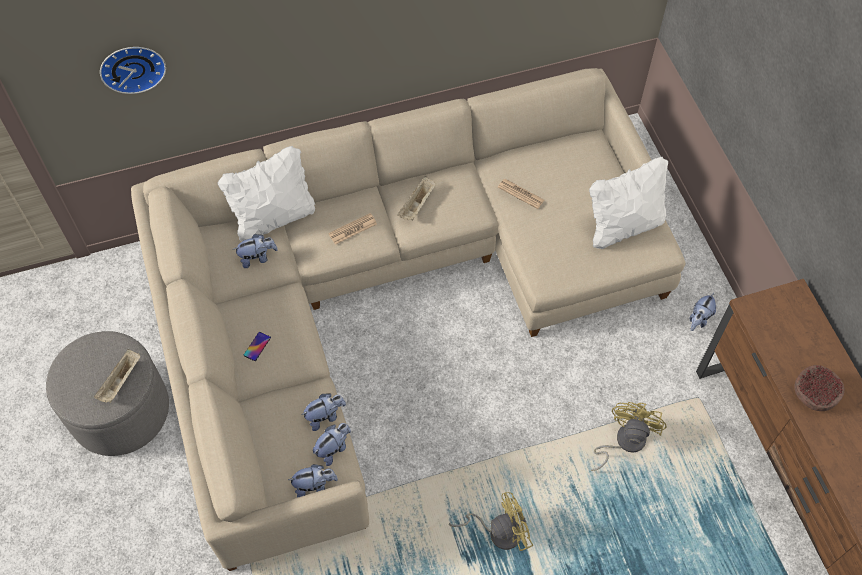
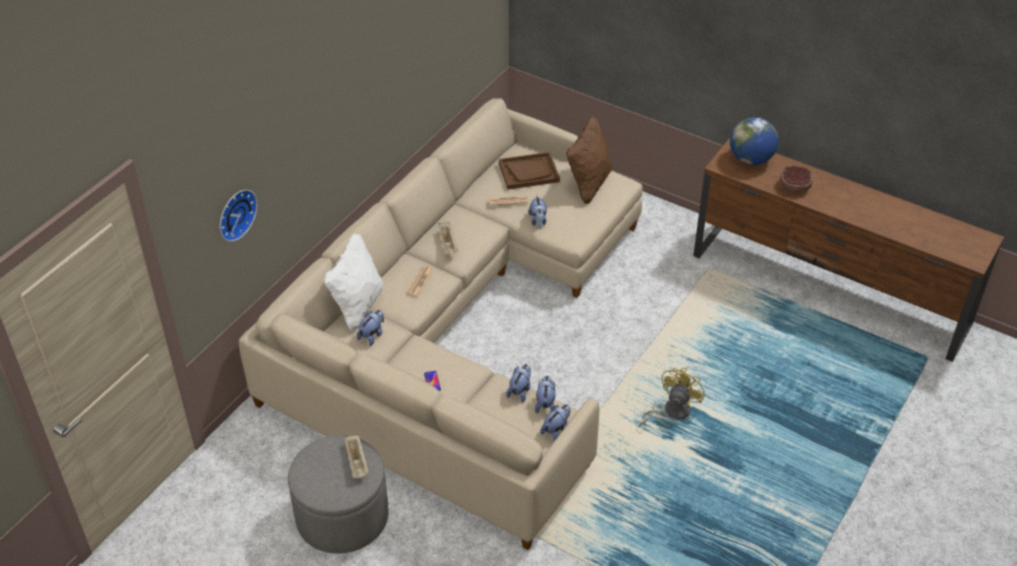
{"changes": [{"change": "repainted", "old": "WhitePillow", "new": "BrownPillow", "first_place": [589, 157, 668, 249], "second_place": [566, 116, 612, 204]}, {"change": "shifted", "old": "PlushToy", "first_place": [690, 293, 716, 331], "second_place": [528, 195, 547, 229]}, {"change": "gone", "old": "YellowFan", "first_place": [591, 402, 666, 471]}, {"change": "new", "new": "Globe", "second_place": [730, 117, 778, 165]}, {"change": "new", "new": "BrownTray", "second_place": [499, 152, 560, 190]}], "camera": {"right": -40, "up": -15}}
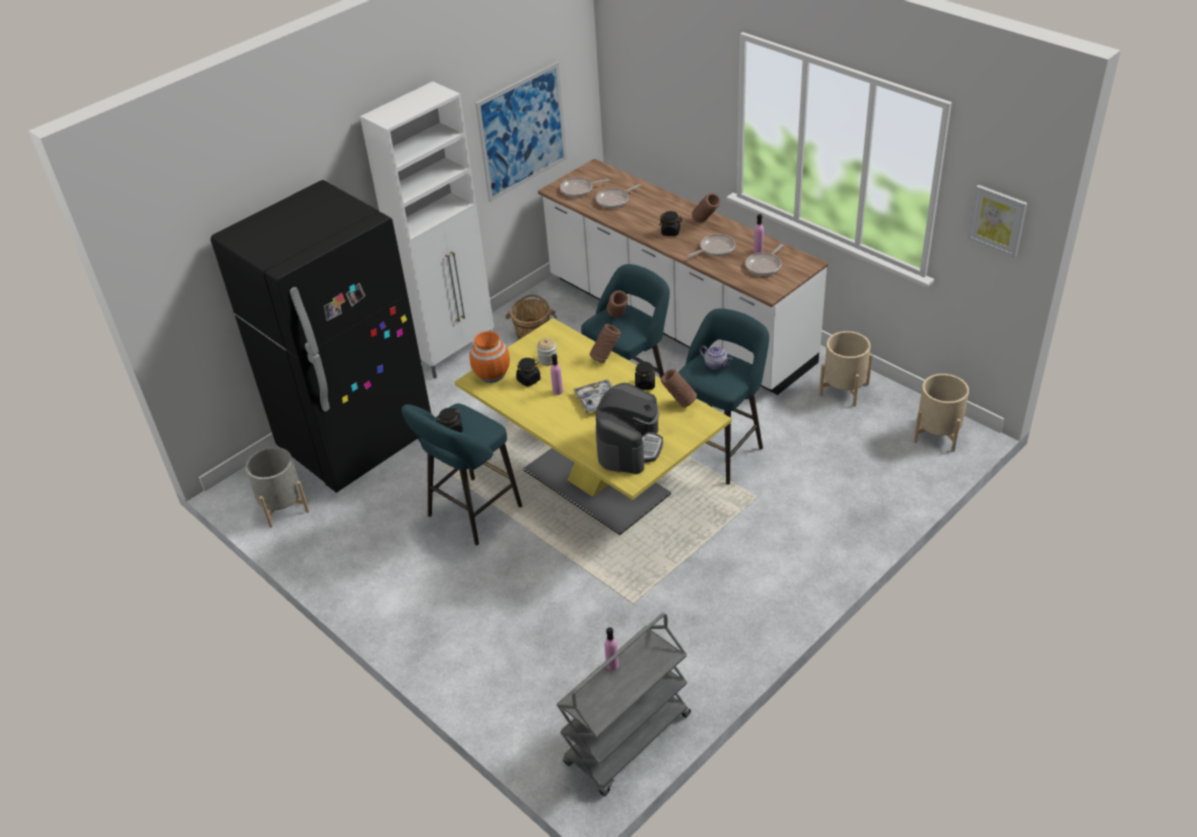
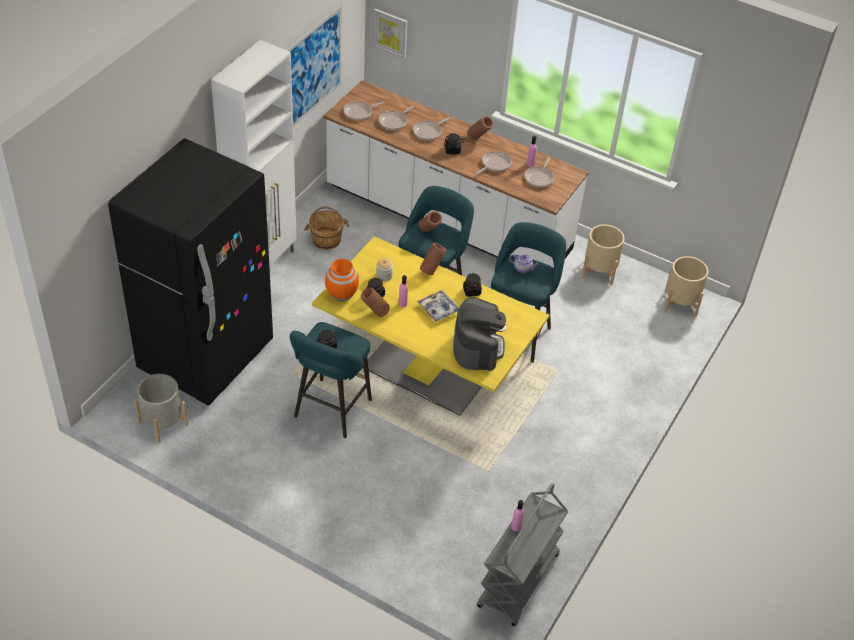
{"changes": [{"change": "shifted", "old": "Picture", "first_place": [968, 185, 1027, 258], "second_place": [373, 9, 408, 59]}, {"change": "shifted", "old": "BrownVase", "first_place": [661, 369, 697, 407], "second_place": [361, 287, 390, 317]}, {"change": "new", "new": "FryingPan", "second_place": [413, 117, 450, 140]}], "camera": {"right": -20, "up": 5}}
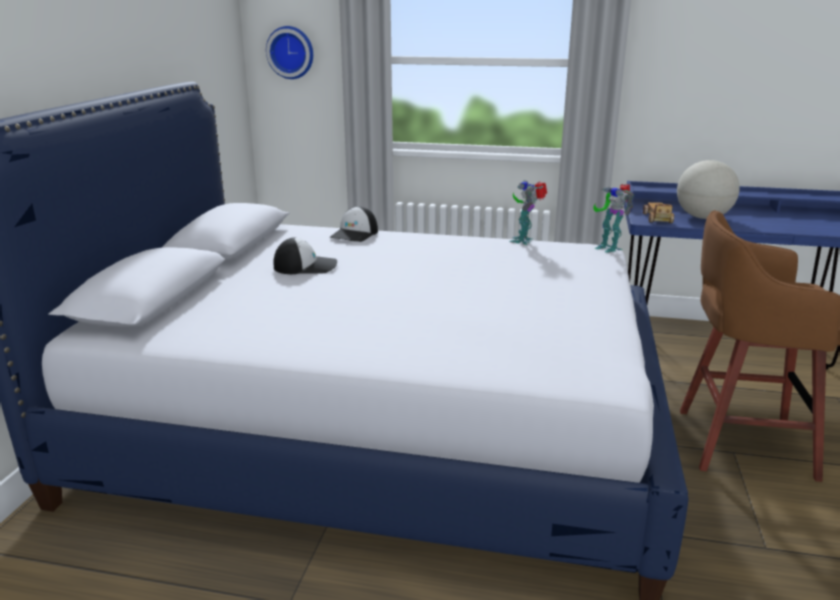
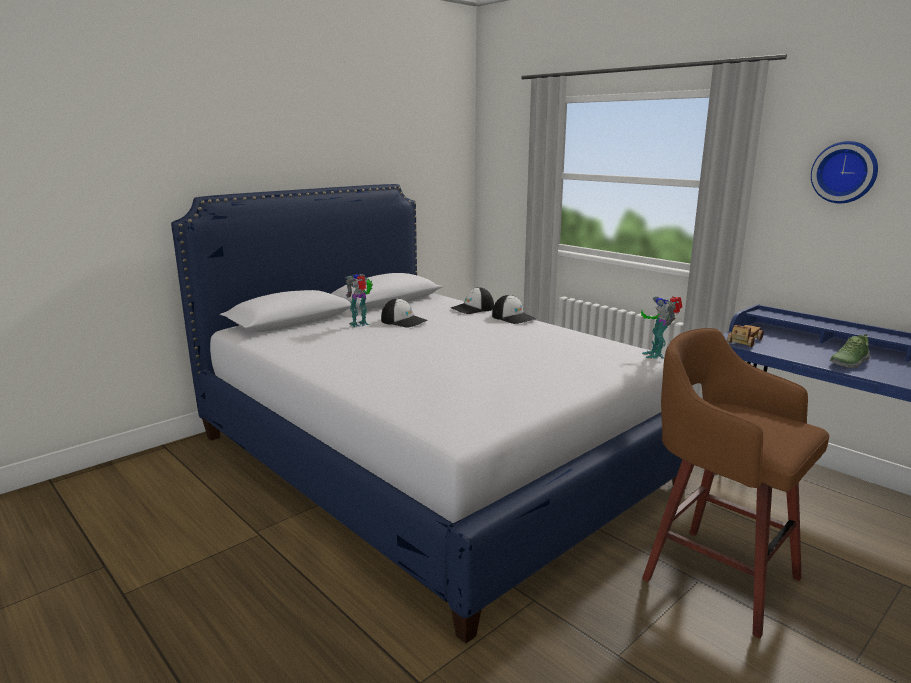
{"changes": [{"change": "shifted", "old": "WallClock", "first_place": [266, 26, 313, 79], "second_place": [811, 141, 878, 203]}, {"change": "gone", "old": "Globe", "first_place": [677, 160, 740, 219]}, {"change": "shifted", "old": "ToyRobot", "first_place": [509, 180, 547, 245], "second_place": [345, 274, 373, 328]}, {"change": "new", "new": "Cap", "second_place": [492, 295, 537, 324]}, {"change": "new", "new": "Shoe", "second_place": [830, 334, 870, 368]}], "camera": {"right": 35, "up": -5}}
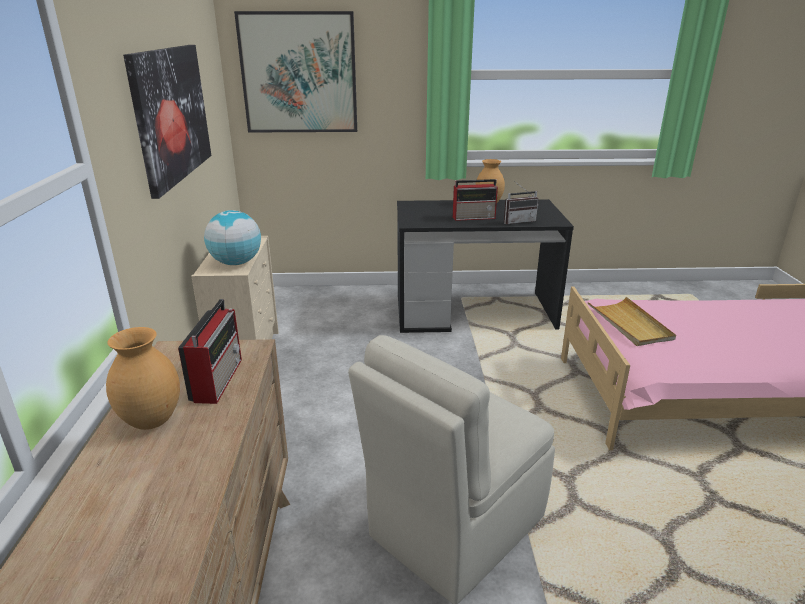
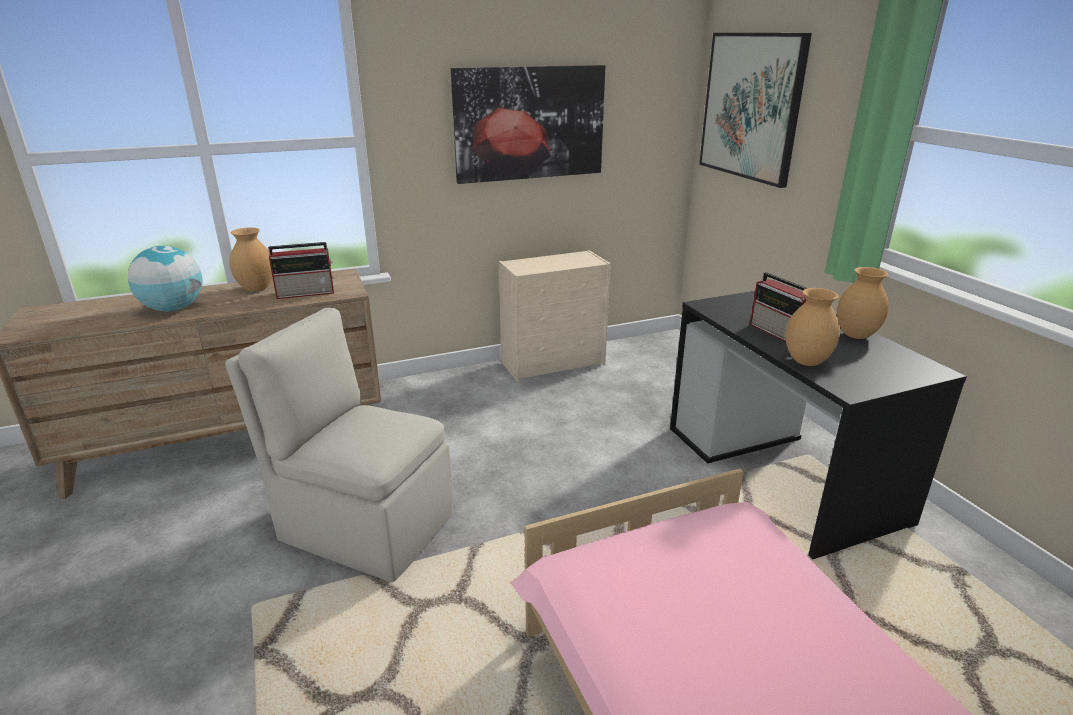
{"changes": [{"change": "swapped", "old": "Radio", "new": "BrownVase", "first_place": [504, 181, 539, 224], "second_place": [786, 288, 840, 366]}, {"change": "shifted", "old": "Globe", "first_place": [204, 210, 261, 265], "second_place": [128, 246, 203, 312]}, {"change": "gone", "old": "BeigeTray", "first_place": [588, 297, 676, 346]}], "camera": {"right": 70, "up": 0}}
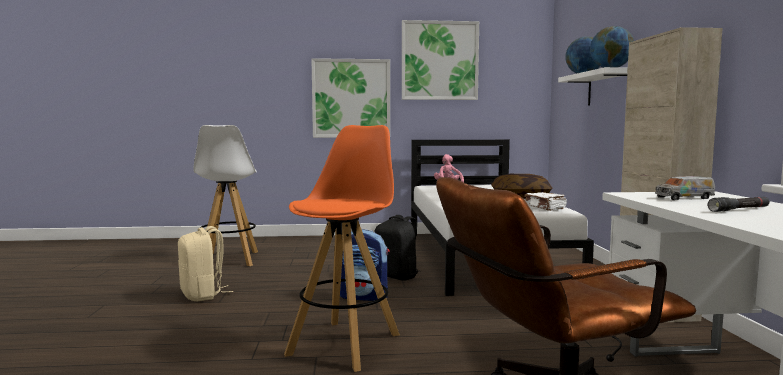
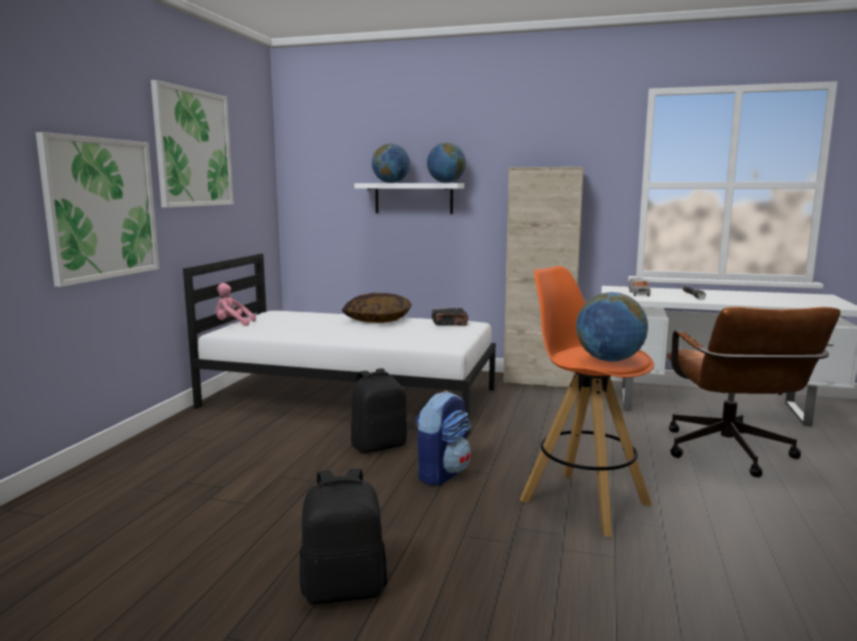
{"changes": [{"change": "gone", "old": "WhiteStool", "first_place": [193, 125, 258, 266]}, {"change": "repainted", "old": "WhiteBook", "new": "BlackBook", "first_place": [524, 192, 567, 211], "second_place": [432, 308, 468, 325]}, {"change": "repainted", "old": "BeigeBackpack", "new": "BlackBackpack", "first_place": [178, 226, 233, 301], "second_place": [300, 469, 388, 604]}, {"change": "new", "new": "Globe", "second_place": [576, 292, 648, 361]}], "camera": {"right": -70, "up": 5}}
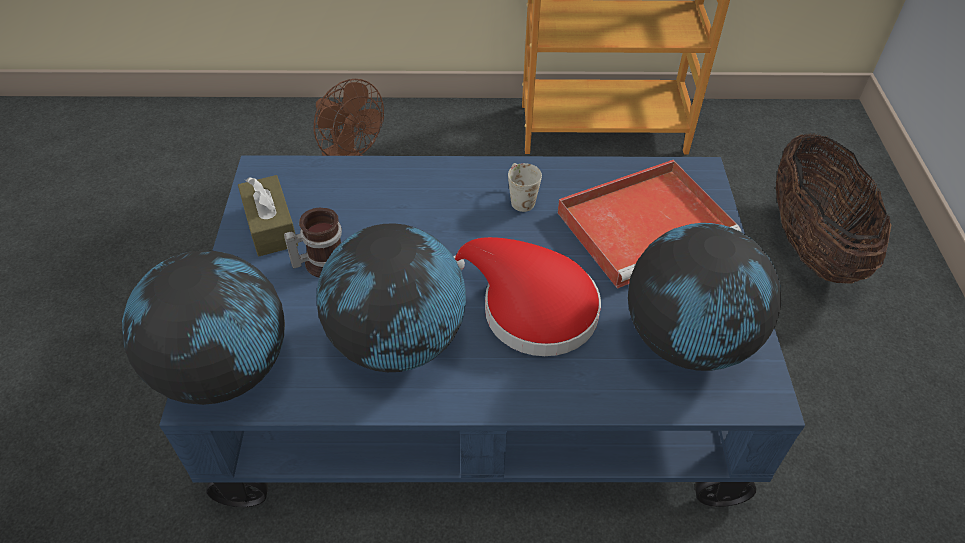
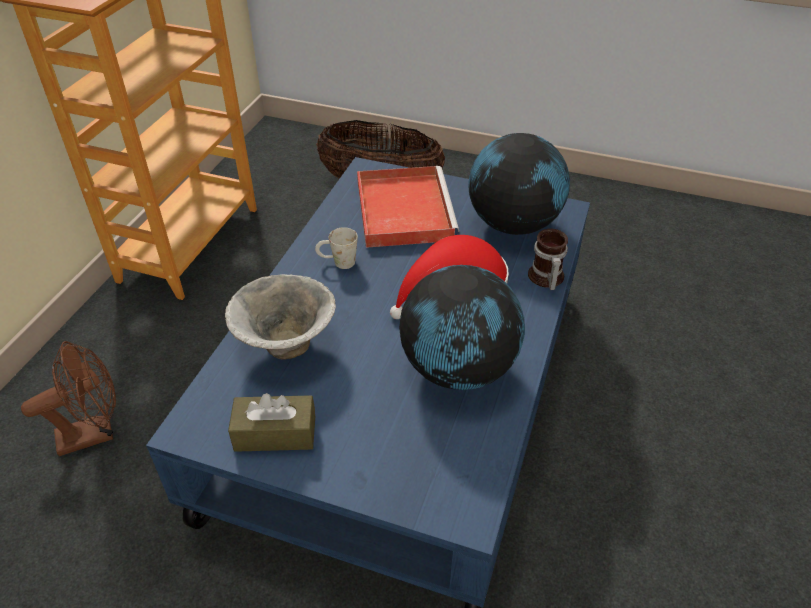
{"changes": [{"change": "shifted", "old": "Mug", "first_place": [284, 208, 342, 278], "second_place": [528, 229, 568, 290]}, {"change": "gone", "old": "Globe", "first_place": [122, 250, 285, 405]}, {"change": "new", "new": "Bowl", "second_place": [225, 274, 336, 360]}], "camera": {"right": -70, "up": -5}}
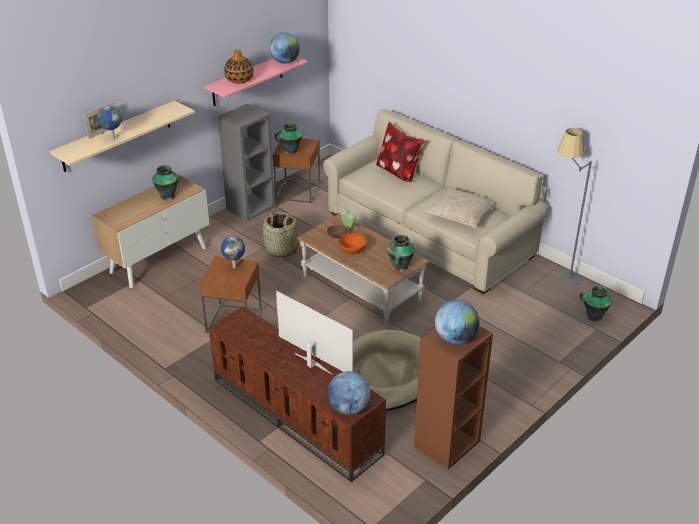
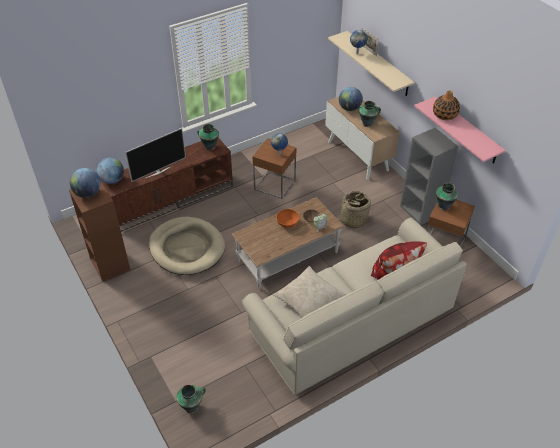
{"changes": [{"change": "shifted", "old": "Globe", "first_place": [269, 32, 300, 64], "second_place": [339, 87, 363, 111]}, {"change": "gone", "old": "GreyFloorLamp", "first_place": [557, 128, 592, 286]}, {"change": "shifted", "old": "Vase", "first_place": [387, 235, 415, 272], "second_place": [197, 124, 219, 150]}], "camera": {"right": 105, "up": 10}}
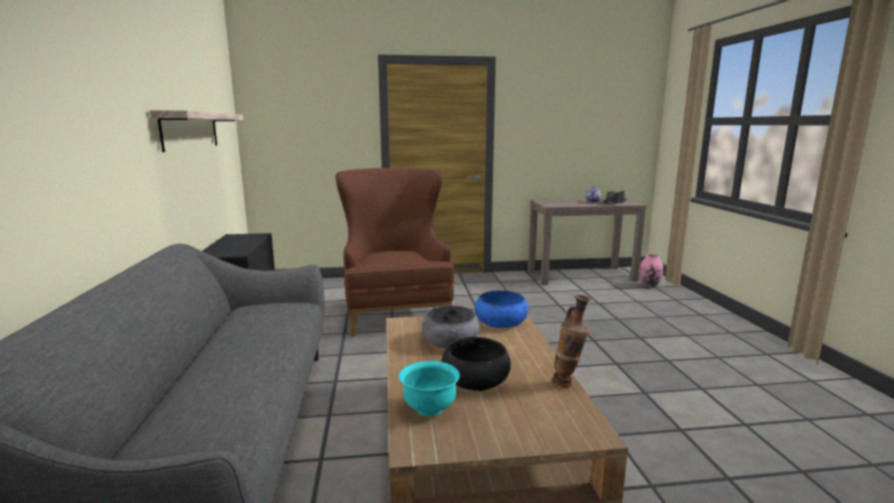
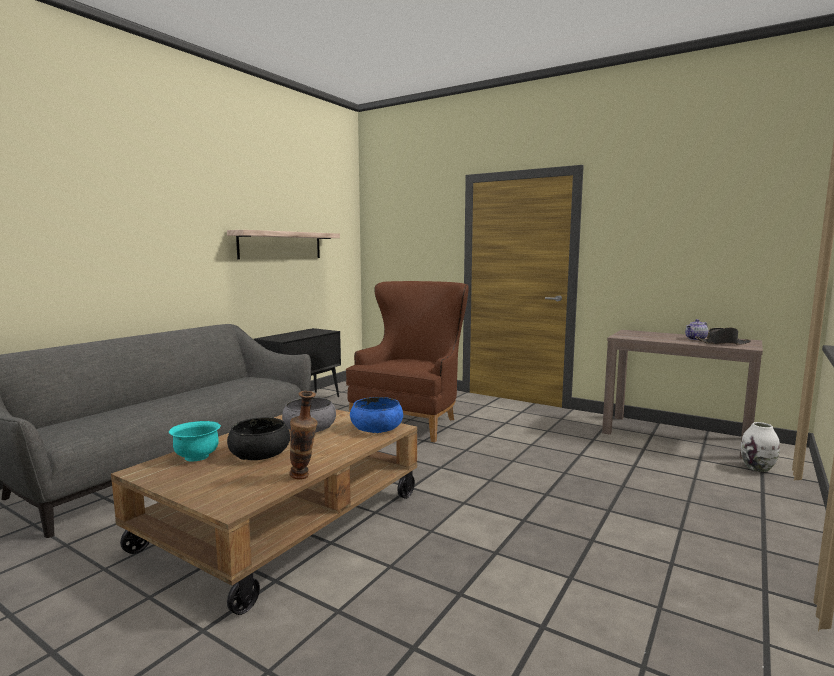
{"changes": [{"change": "repainted", "old": "PinkVase", "new": "WhiteVase", "first_place": [639, 254, 663, 288], "second_place": [741, 422, 780, 472]}], "camera": {"right": 40, "up": -5}}
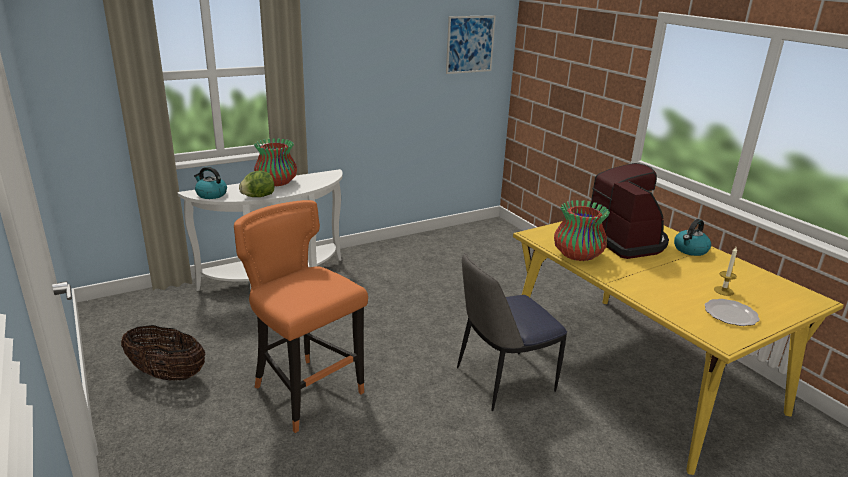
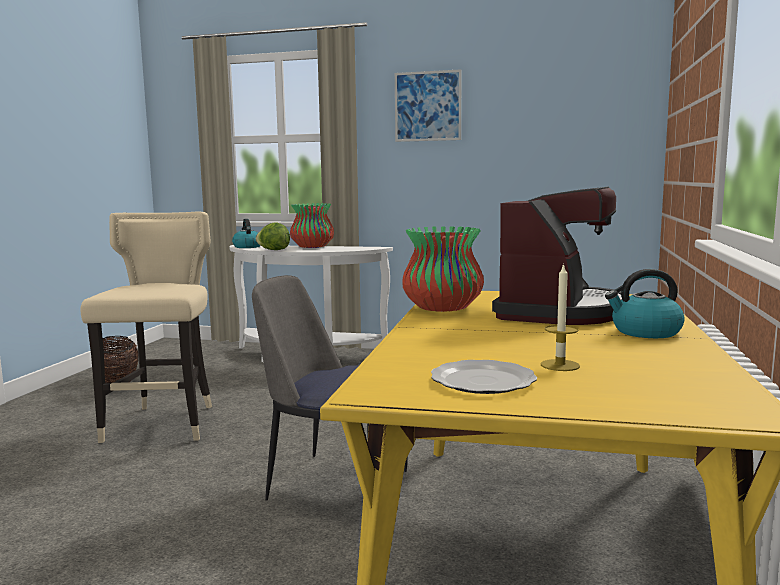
{"changes": [{"change": "shifted", "old": "Picture", "first_place": [446, 15, 496, 74], "second_place": [395, 69, 462, 142]}, {"change": "repainted", "old": "OrangeStool", "new": "BeigeStool", "first_place": [234, 200, 368, 433], "second_place": [80, 212, 212, 443]}], "camera": {"right": 45, "up": -15}}
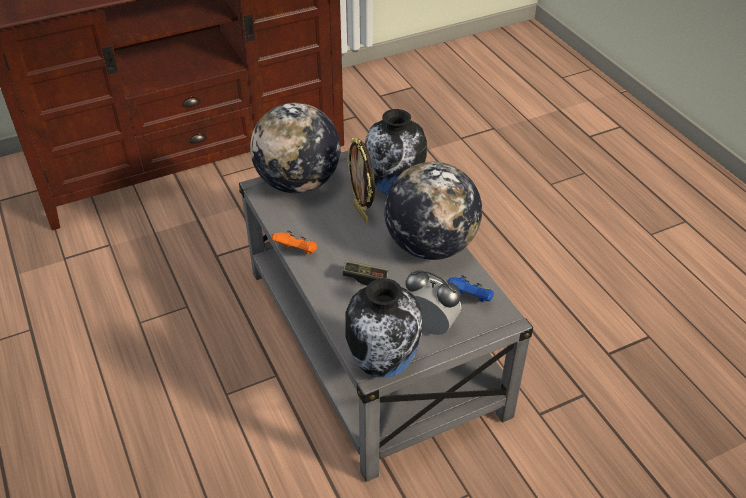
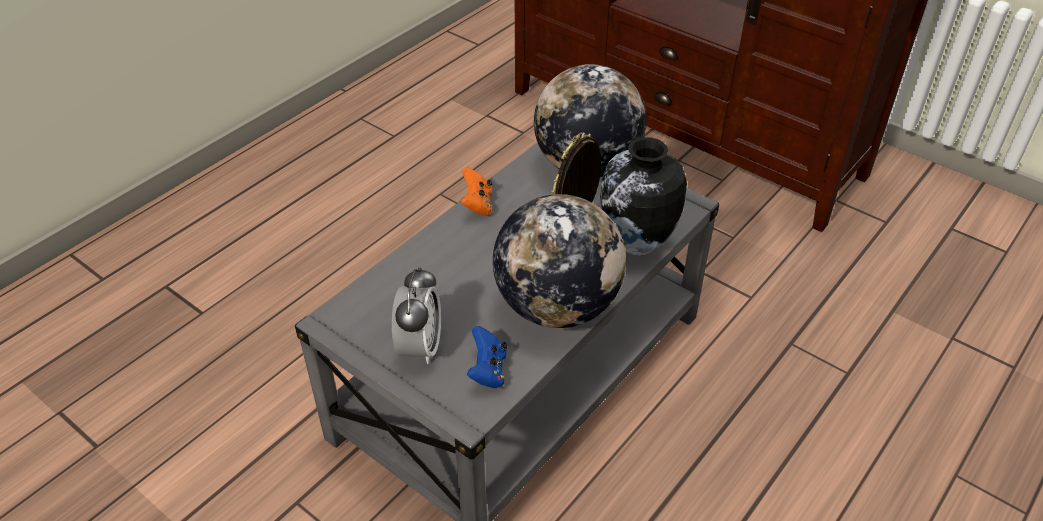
{"changes": [{"change": "gone", "old": "GameController", "first_place": [342, 261, 389, 286]}, {"change": "gone", "old": "Vase", "first_place": [345, 278, 422, 378]}], "camera": {"right": 65, "up": 0}}
